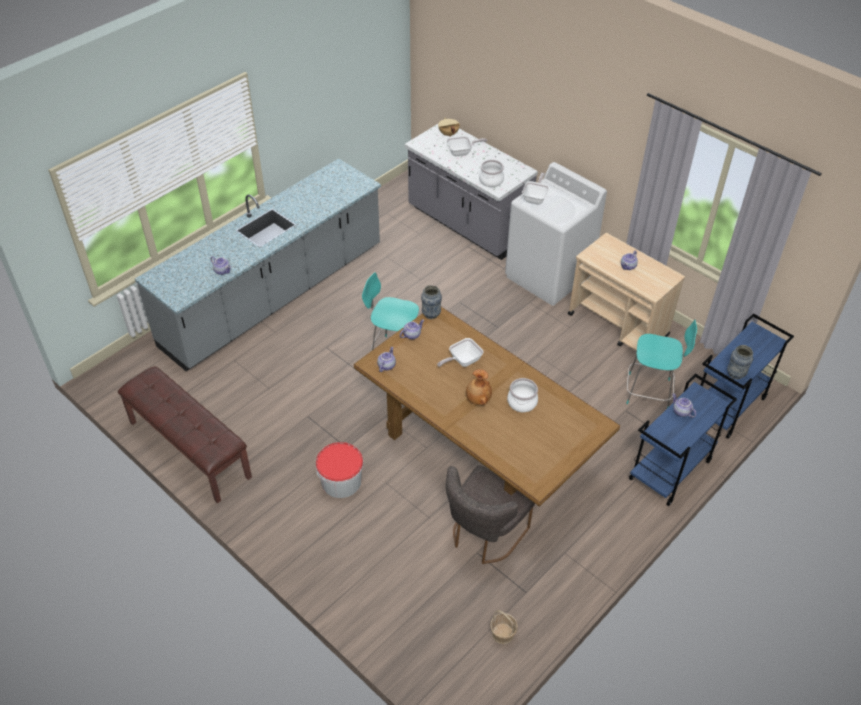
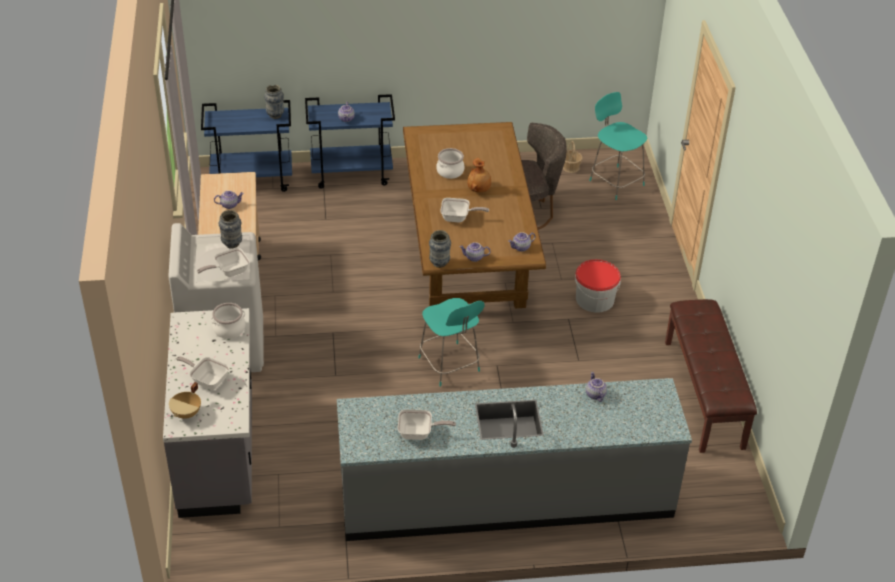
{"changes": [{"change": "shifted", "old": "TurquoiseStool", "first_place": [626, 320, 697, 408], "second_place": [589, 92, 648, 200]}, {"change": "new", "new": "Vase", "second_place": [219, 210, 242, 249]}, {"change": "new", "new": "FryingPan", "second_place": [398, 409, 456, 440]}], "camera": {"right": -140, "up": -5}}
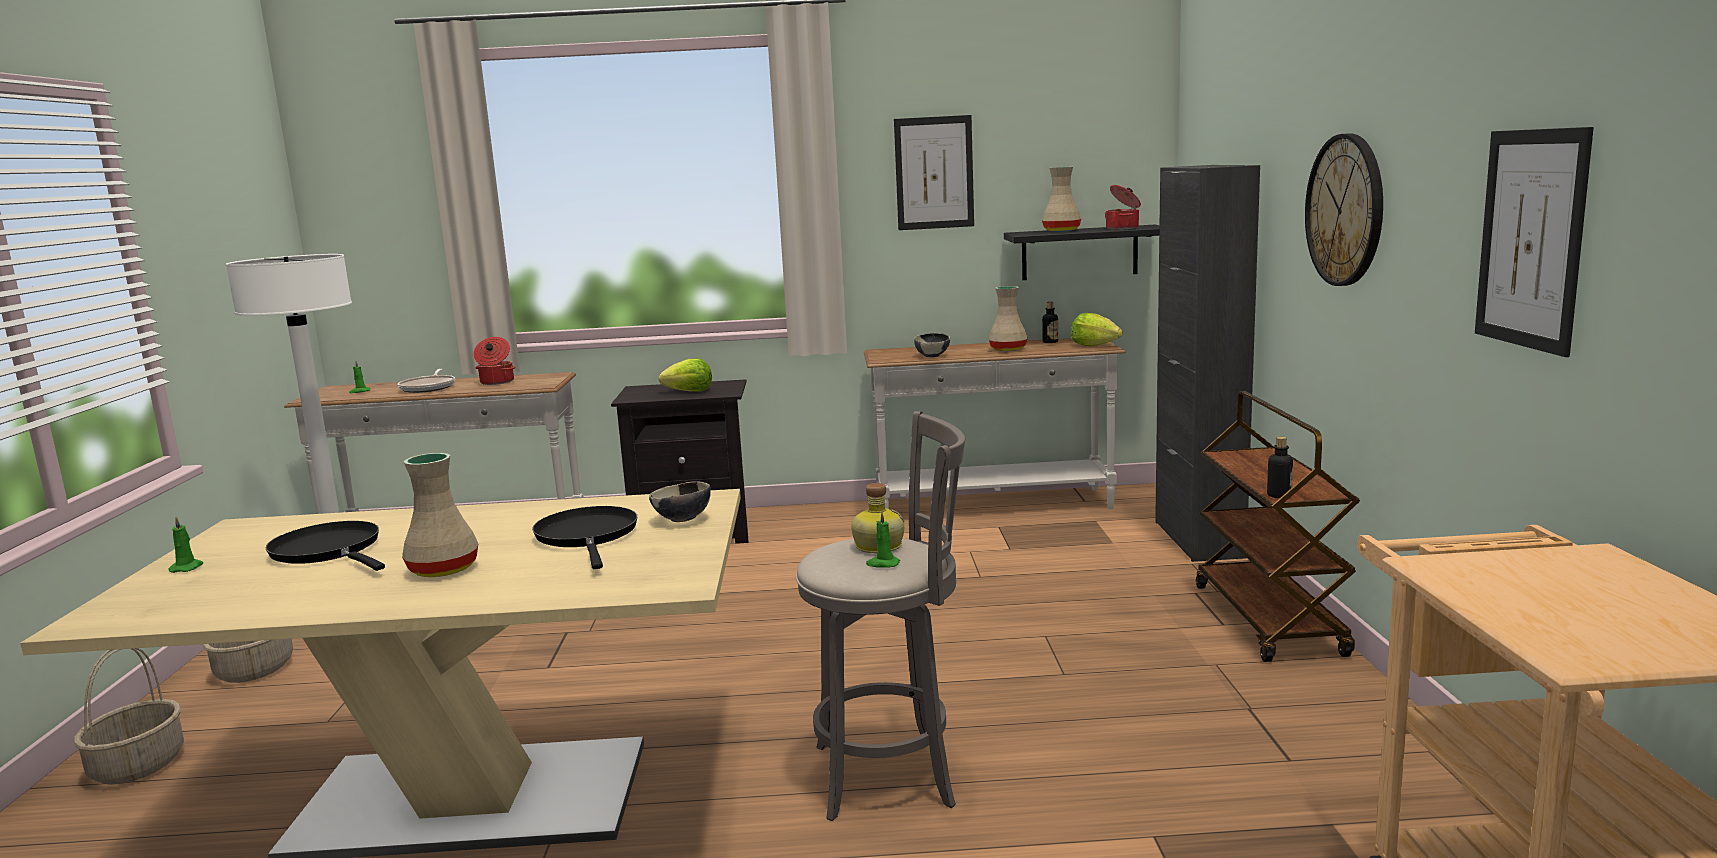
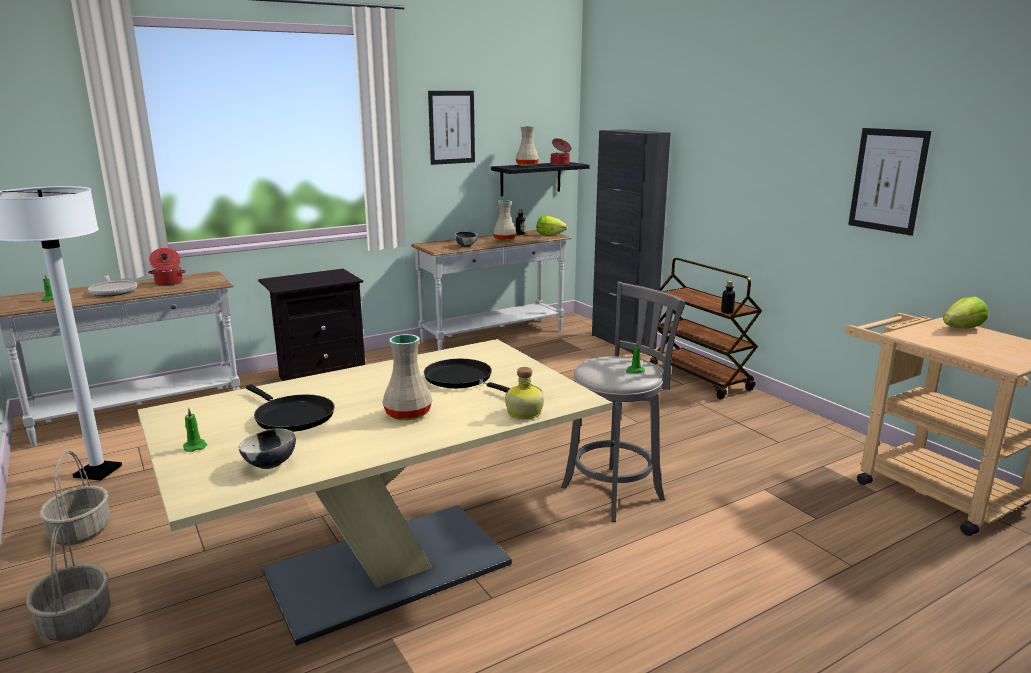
{"changes": [{"change": "gone", "old": "WallClock", "first_place": [1305, 133, 1383, 286]}, {"change": "shifted", "old": "Lettuce", "first_place": [659, 358, 712, 392], "second_place": [943, 296, 988, 329]}, {"change": "shifted", "old": "Bowl", "first_place": [649, 481, 711, 522], "second_place": [239, 428, 296, 469]}, {"change": "shifted", "old": "Bottle", "first_place": [851, 483, 905, 553], "second_place": [505, 367, 544, 419]}, {"change": "rotated", "old": "BlackFryingPan", "first_place": [265, 521, 385, 571], "second_place": [246, 385, 335, 432], "degrees": -150}], "camera": {"right": -30, "up": 5}}
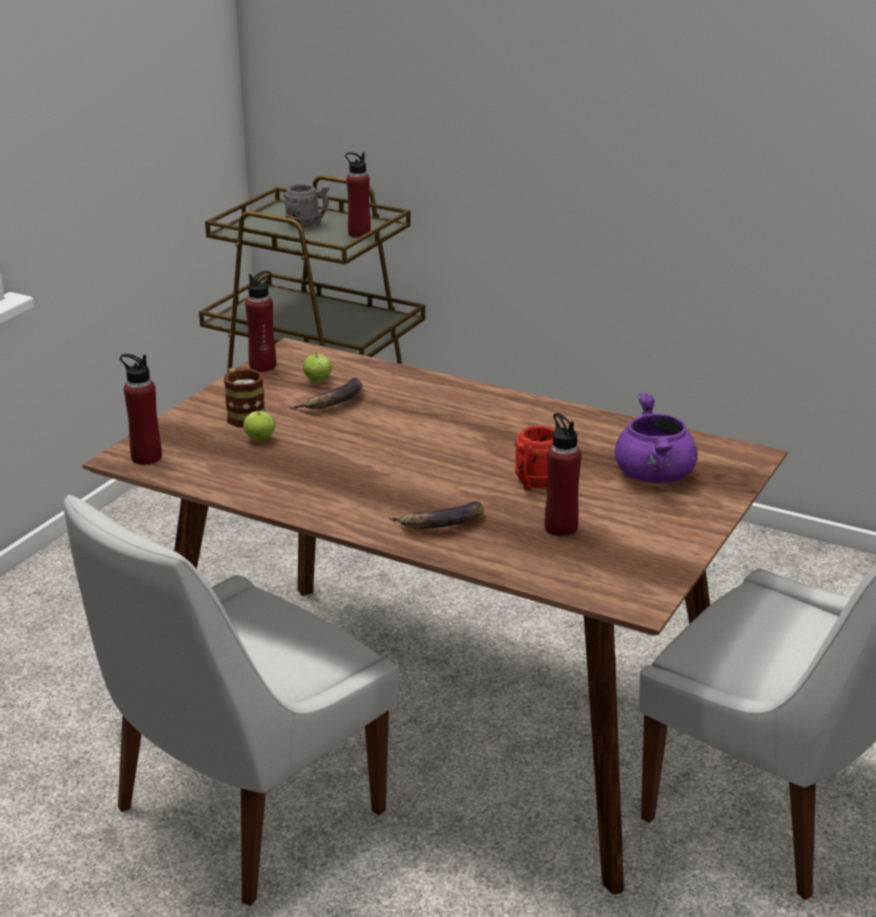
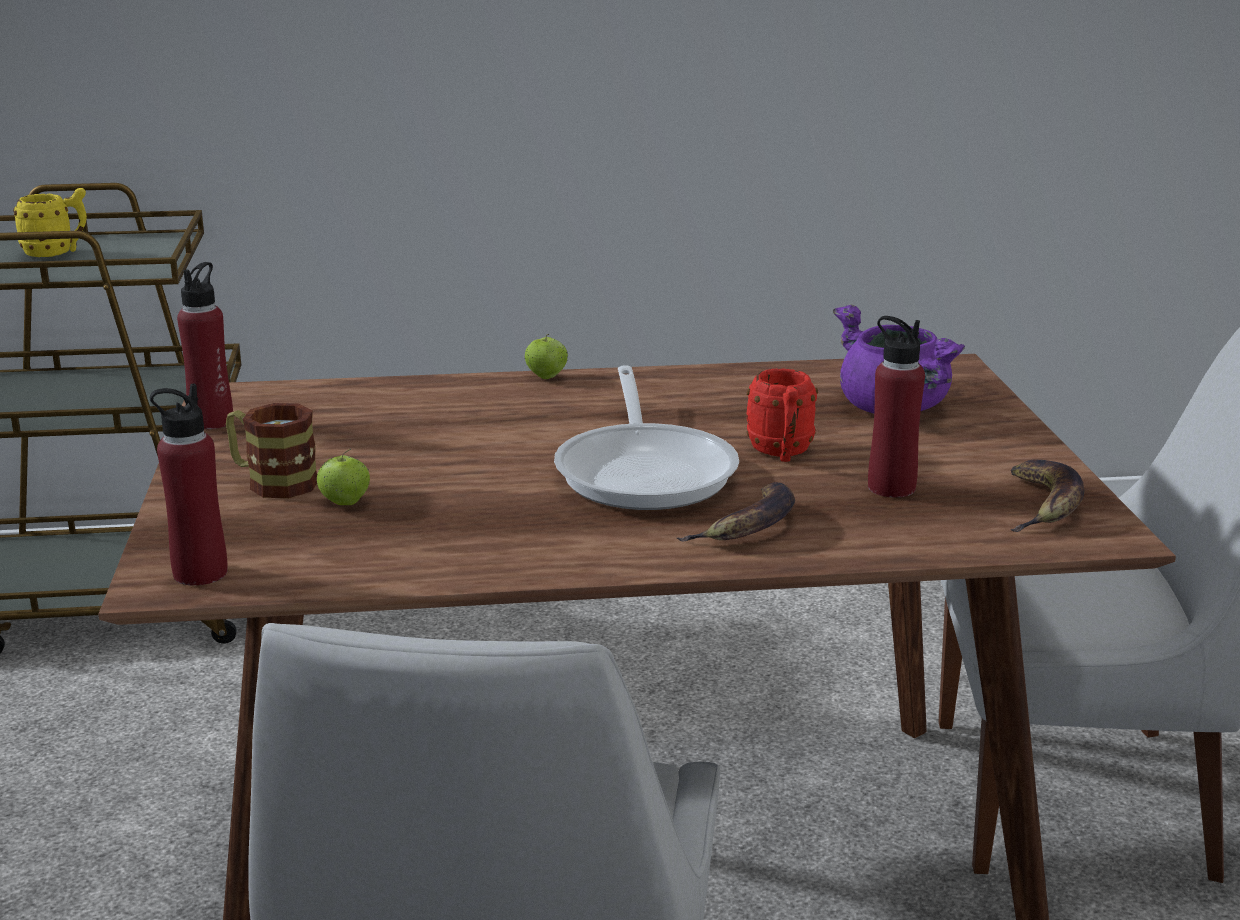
{"changes": [{"change": "gone", "old": "RedBottle", "first_place": [345, 152, 371, 238]}, {"change": "repainted", "old": "GreyMug", "new": "YellowMug", "first_place": [284, 184, 329, 227], "second_place": [13, 188, 87, 257]}, {"change": "shifted", "old": "Apple", "first_place": [303, 353, 332, 383], "second_place": [524, 334, 568, 379]}, {"change": "shifted", "old": "Banana", "first_place": [290, 378, 363, 409], "second_place": [1011, 460, 1084, 532]}, {"change": "new", "new": "FryingPan", "second_place": [554, 365, 739, 510]}], "camera": {"right": -35, "up": -5}}
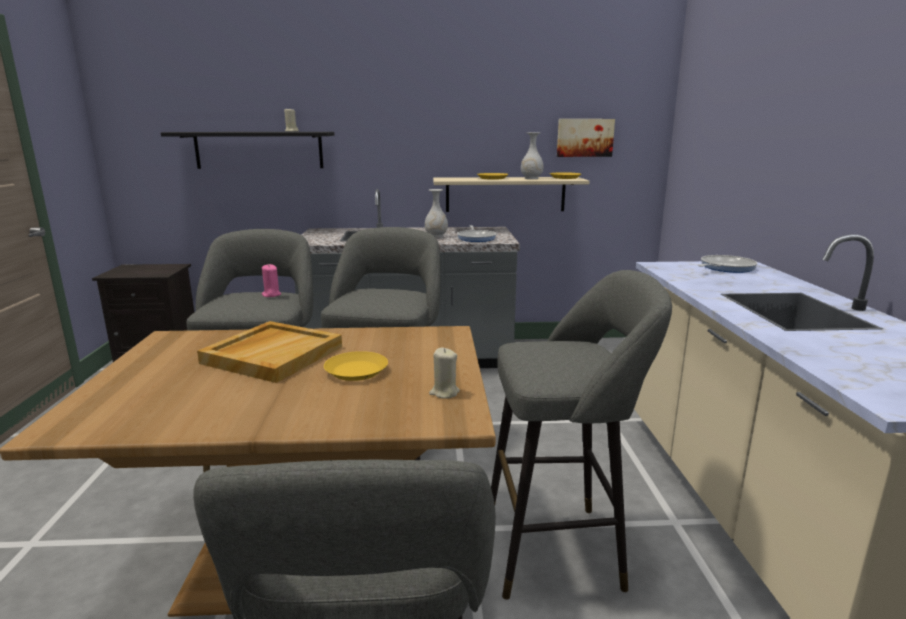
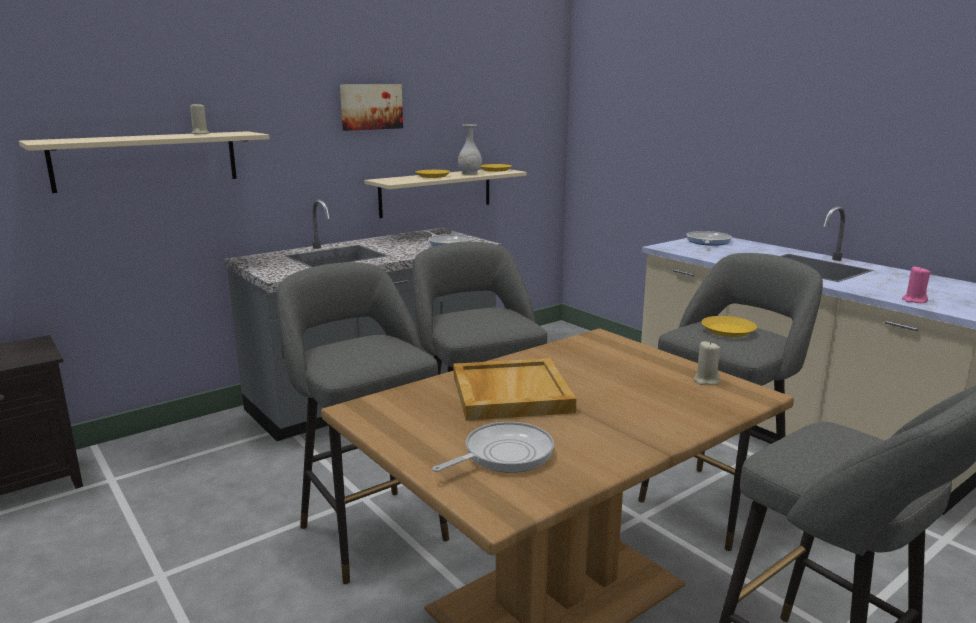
{"changes": [{"change": "shifted", "old": "Picture", "first_place": [557, 119, 615, 157], "second_place": [340, 84, 403, 131]}, {"change": "repainted", "old": "BlackShelf", "new": "BeigeShelf", "first_place": [161, 132, 335, 169], "second_place": [19, 131, 270, 193]}, {"change": "gone", "old": "WhiteVase", "first_place": [425, 189, 448, 238]}, {"change": "shifted", "old": "PinkCandle", "first_place": [262, 264, 281, 297], "second_place": [902, 266, 931, 303]}, {"change": "shifted", "old": "YellowPlate", "first_place": [324, 351, 388, 381], "second_place": [701, 316, 757, 337]}, {"change": "new", "new": "FryingPan", "second_place": [432, 422, 554, 473]}], "camera": {"right": -35, "up": 0}}
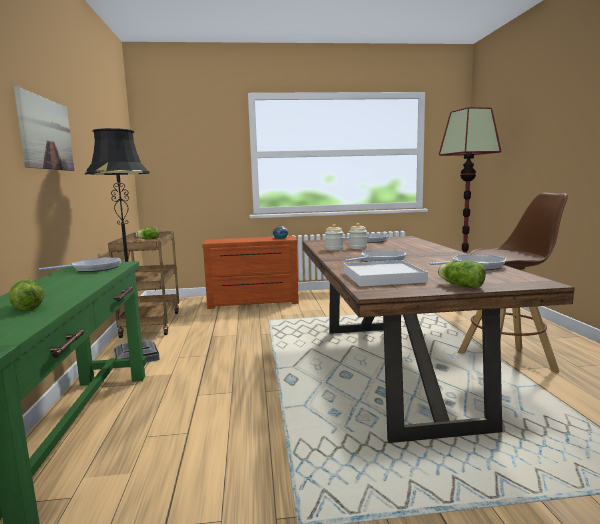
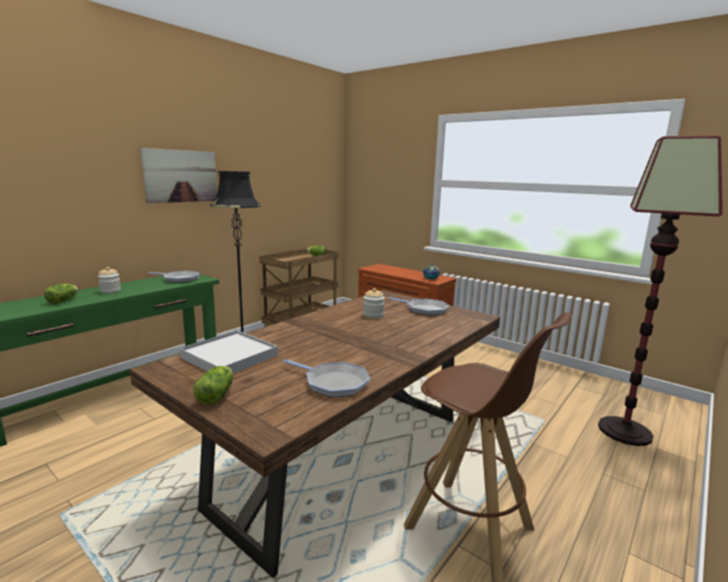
{"changes": [{"change": "shifted", "old": "Jar", "first_place": [325, 224, 344, 251], "second_place": [98, 267, 121, 294]}, {"change": "gone", "old": "FryingPan", "first_place": [345, 250, 406, 262]}], "camera": {"right": 45, "up": 5}}
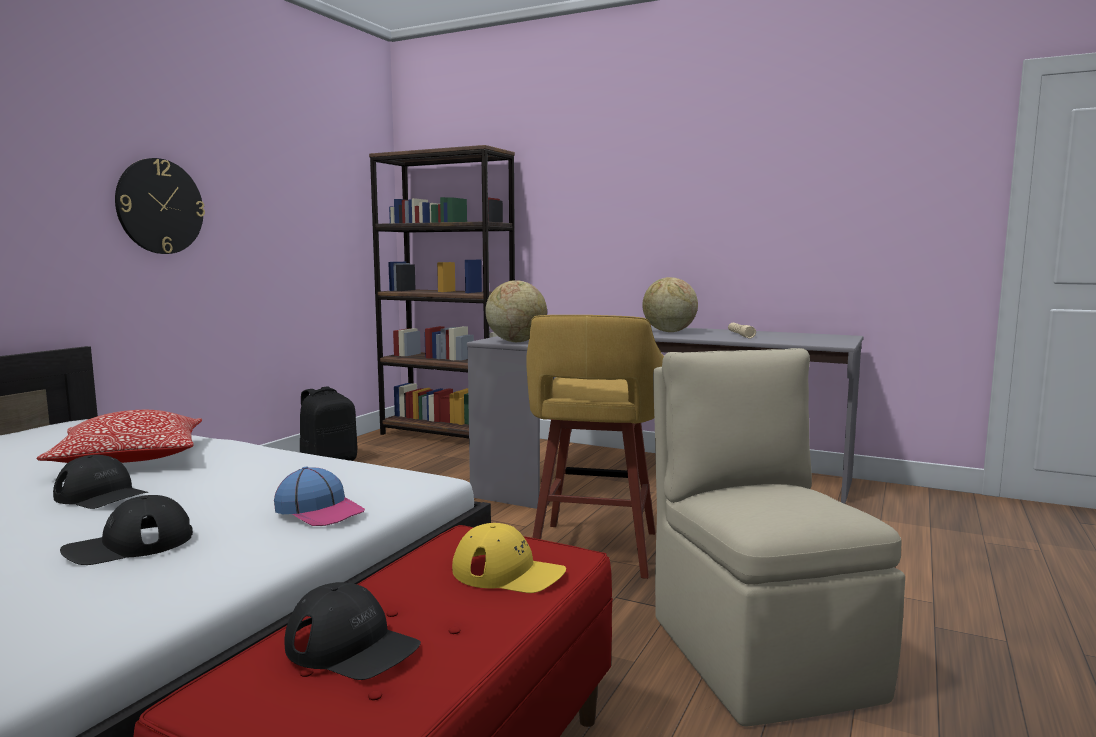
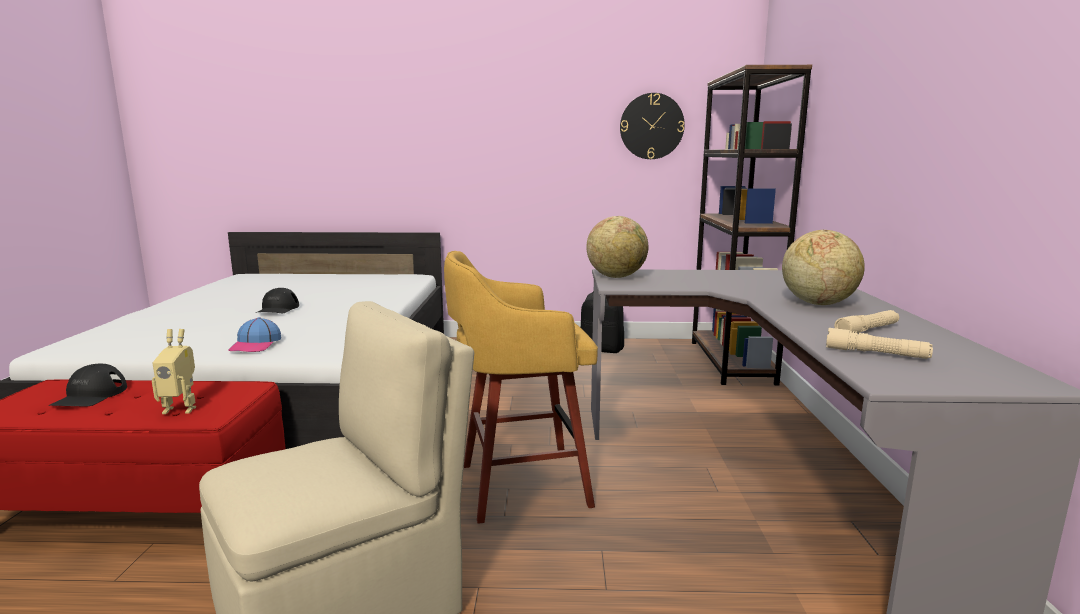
{"changes": [{"change": "shifted", "old": "WallClock", "first_place": [115, 158, 205, 254], "second_place": [620, 93, 685, 159]}, {"change": "gone", "old": "Pillow", "first_place": [36, 410, 202, 463]}, {"change": "gone", "old": "BlackCap", "first_place": [60, 495, 193, 565]}, {"change": "swapped", "old": "YellowCap", "new": "ToyRobot", "first_place": [452, 523, 566, 593], "second_place": [152, 329, 196, 414]}, {"change": "new", "new": "BeigeFlashlight", "second_place": [826, 328, 933, 359]}], "camera": {"right": 65, "up": 5}}
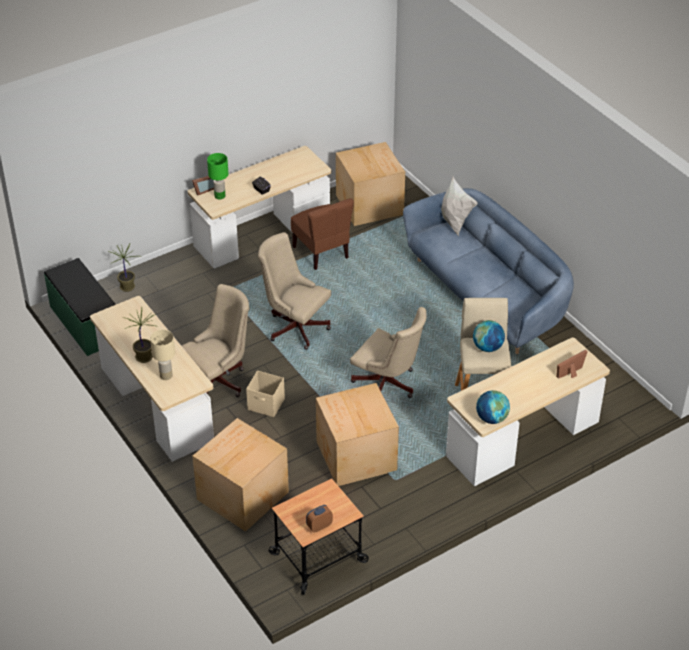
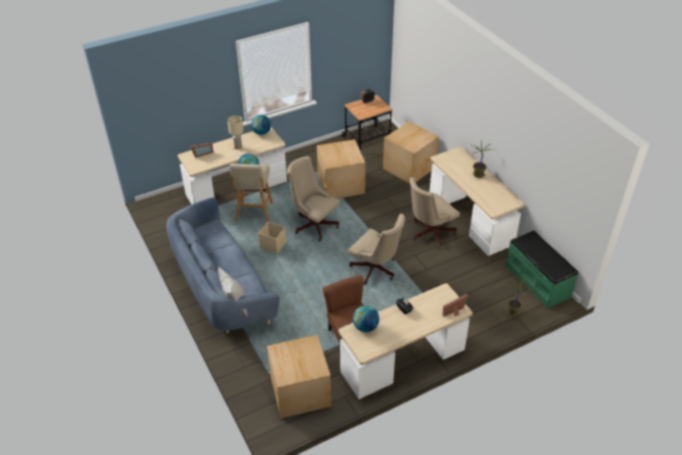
{"changes": [{"change": "gone", "old": "GreenTableLamp", "first_place": [207, 153, 229, 200]}, {"change": "shifted", "old": "BeigeTableLamp", "first_place": [150, 330, 175, 380], "second_place": [227, 115, 243, 149]}, {"change": "shifted", "old": "BeigeStorageBox", "first_place": [246, 371, 285, 417], "second_place": [258, 221, 287, 254]}, {"change": "new", "new": "Globe", "second_place": [353, 306, 379, 332]}], "camera": {"right": -175, "up": 0}}
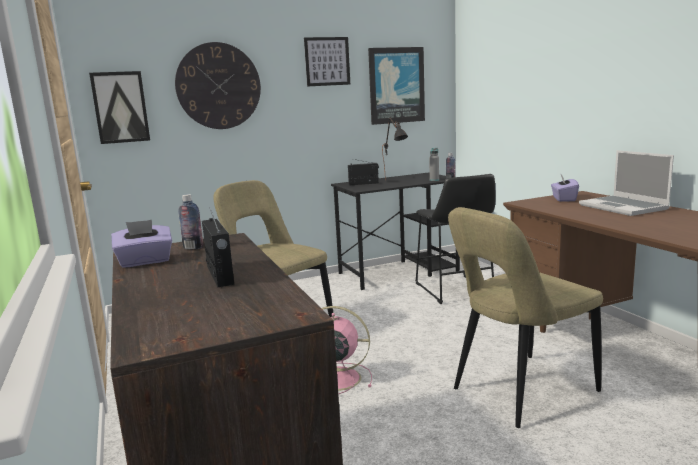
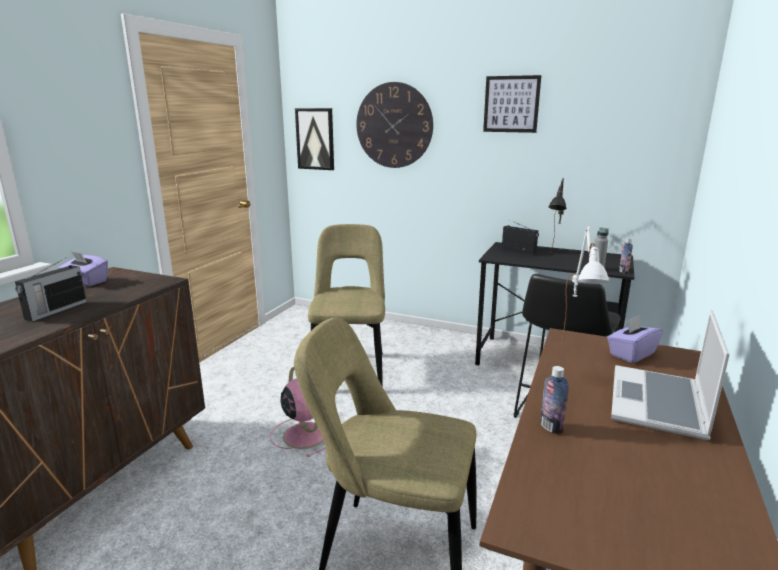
{"changes": [{"change": "gone", "old": "Picture", "first_place": [368, 47, 425, 125]}, {"change": "shifted", "old": "Bottle", "first_place": [178, 194, 203, 249], "second_place": [540, 366, 569, 435]}, {"change": "new", "new": "WhiteTableLamp", "second_place": [561, 227, 610, 344]}], "camera": {"right": 45, "up": 5}}
